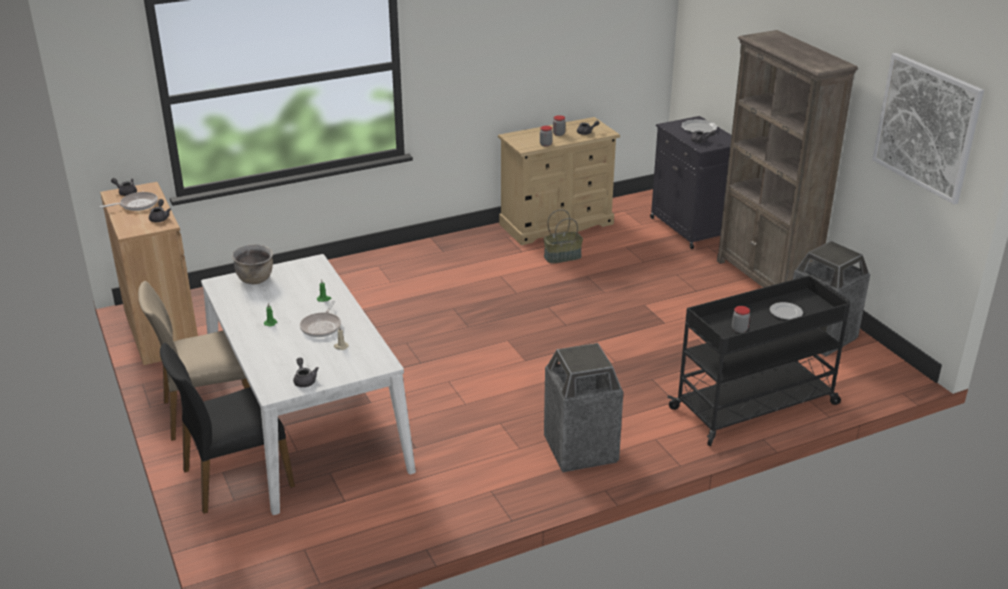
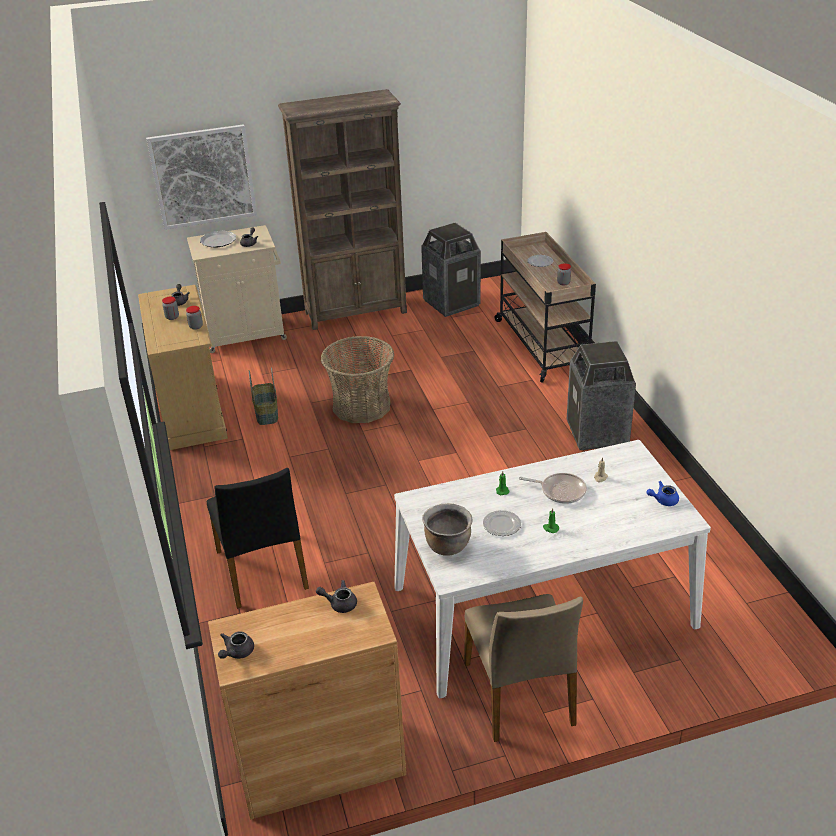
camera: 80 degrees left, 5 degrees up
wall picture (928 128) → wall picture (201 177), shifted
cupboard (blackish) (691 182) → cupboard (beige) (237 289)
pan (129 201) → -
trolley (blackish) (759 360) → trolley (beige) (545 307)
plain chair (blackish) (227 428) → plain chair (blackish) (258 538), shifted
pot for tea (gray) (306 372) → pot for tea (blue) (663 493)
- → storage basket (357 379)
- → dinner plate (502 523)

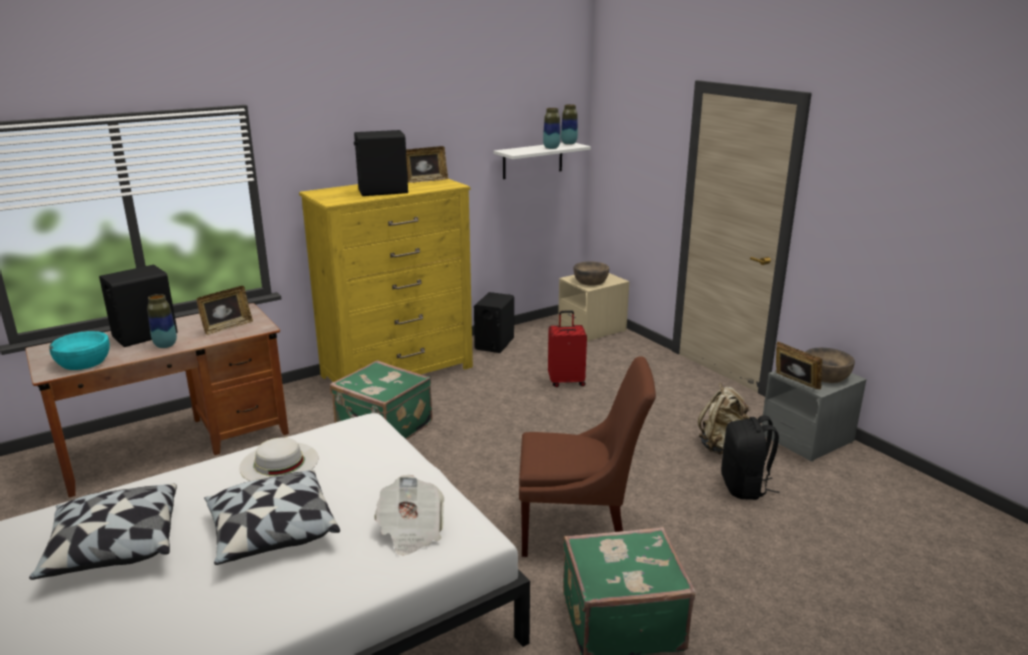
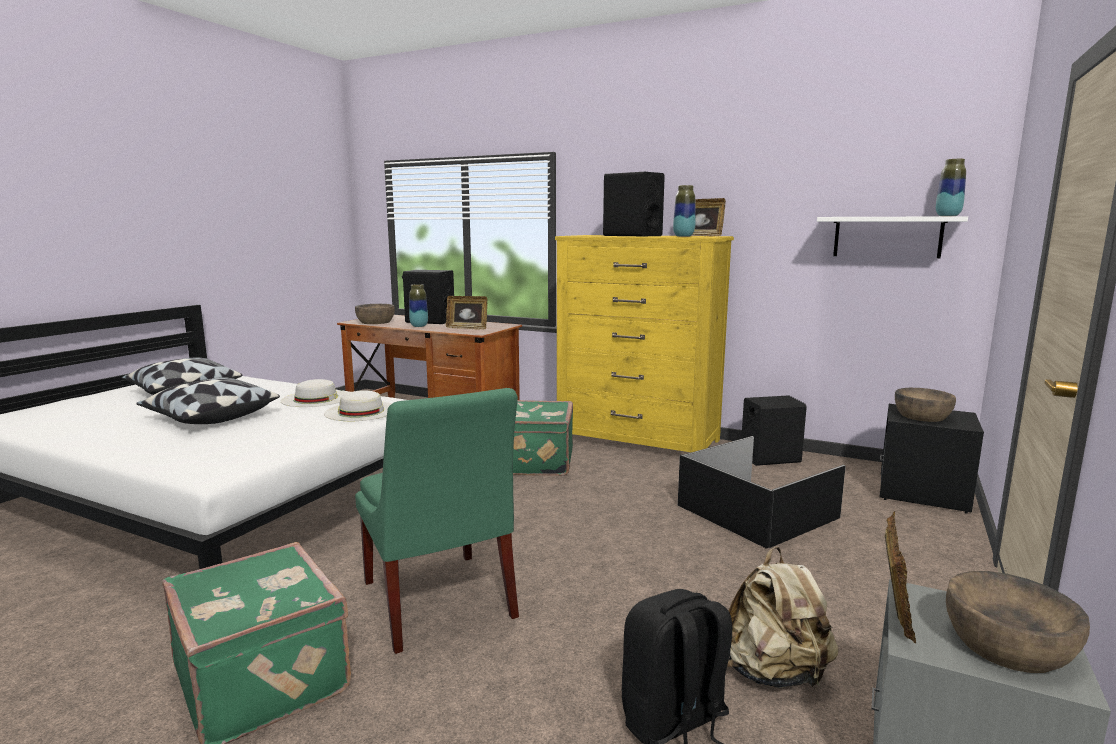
camera: 60 degrees right, 10 degrees down
flower vase (551 128) → flower vase (684 211), shifted
bedside table (beige) (594 307) → bedside table (blackish) (931 458)
piece of luggage (red) (567 348) → storage container (blackish) (762 492)
bowl (turquoise-coloured) (79 350) → bowl (brown-coloured) (375 314)
plain chair (brown-coloured) (587 456) → plain chair (greenish) (437 521)
printed paper (409 515) → -
- → wearable hat (white-coloured) (358 405)

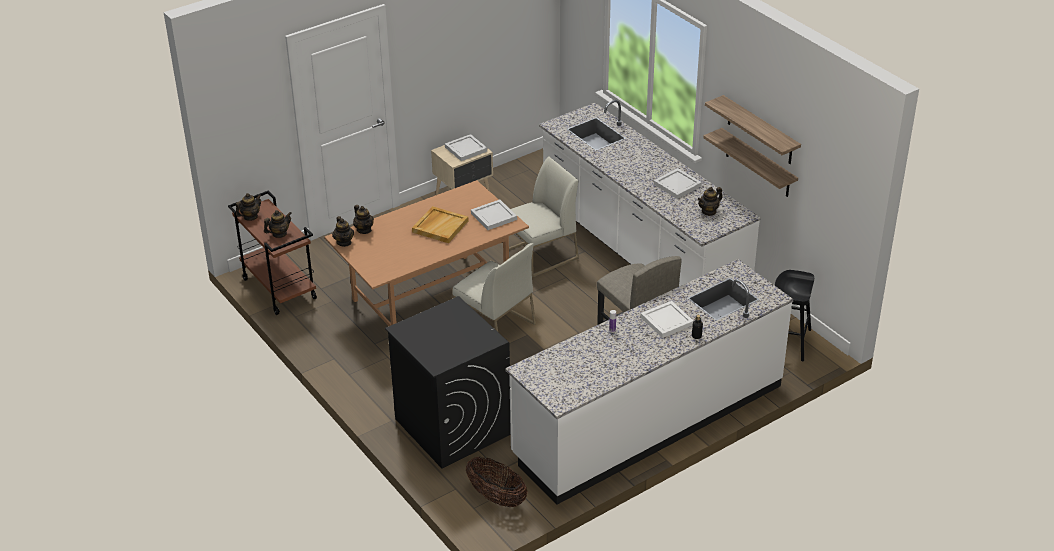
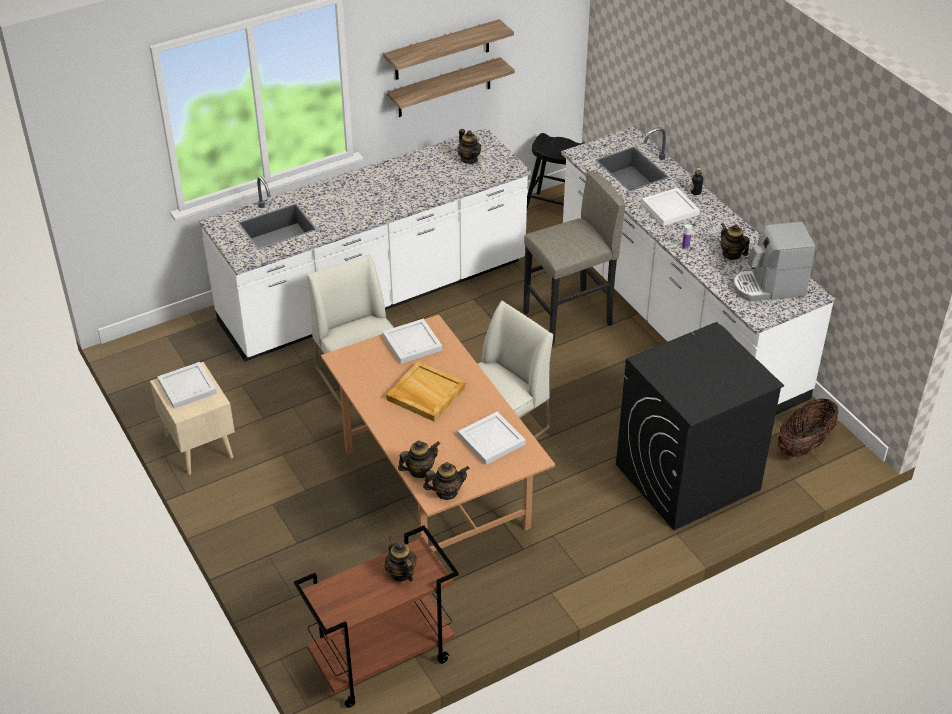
camera: 85 degrees left, 5 degrees up
tray (white-coloured) (678 183) → tray (white-coloured) (492 438), shifted
pot for tea (249 207) → pot for tea (735 241), shifted
- → coffee maker (774 261)

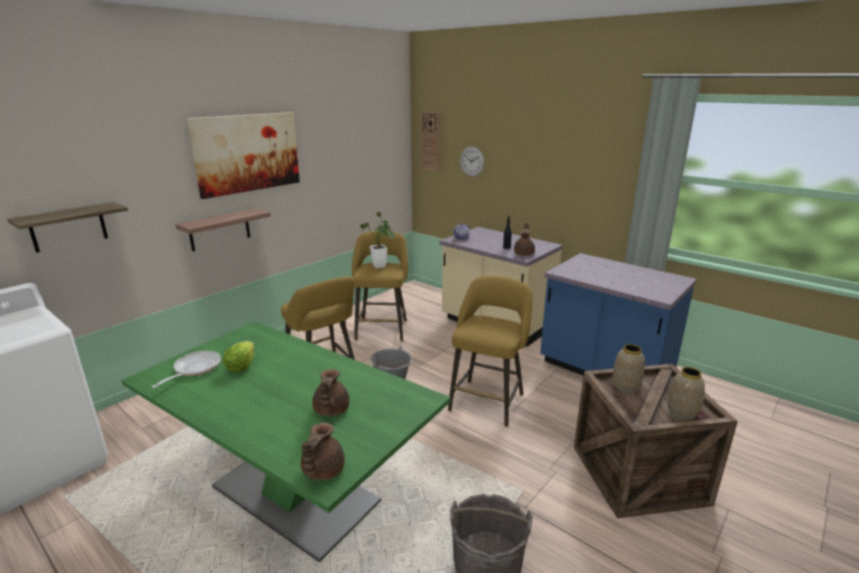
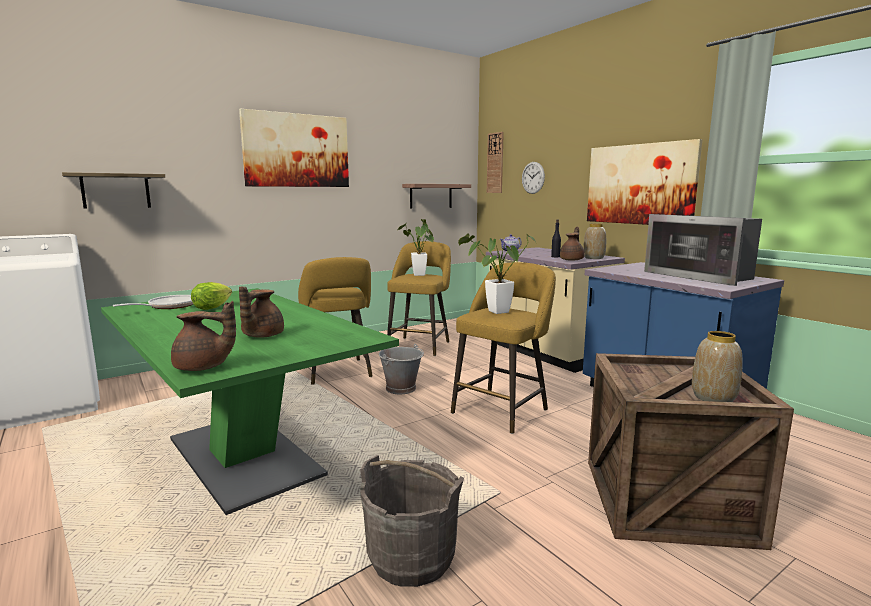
camera: 15 degrees right, 10 degrees down
shelf (223 229) → shelf (436 196), shifted
flower vase (628 368) → flower vase (594 241), shifted
pot for tea (brown-coloured) (323 452) → pot for tea (brown-coloured) (203 336), 120 degrees counterclockwise
- → wall picture (644 182)
- → microwave oven (703 250)
- → plant in a pot (497 273)

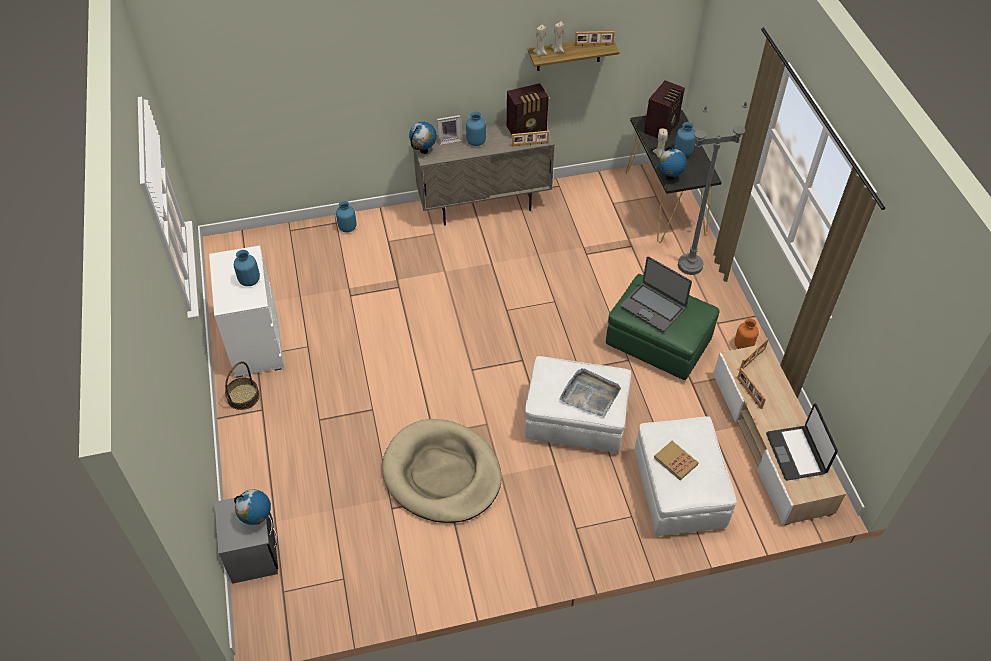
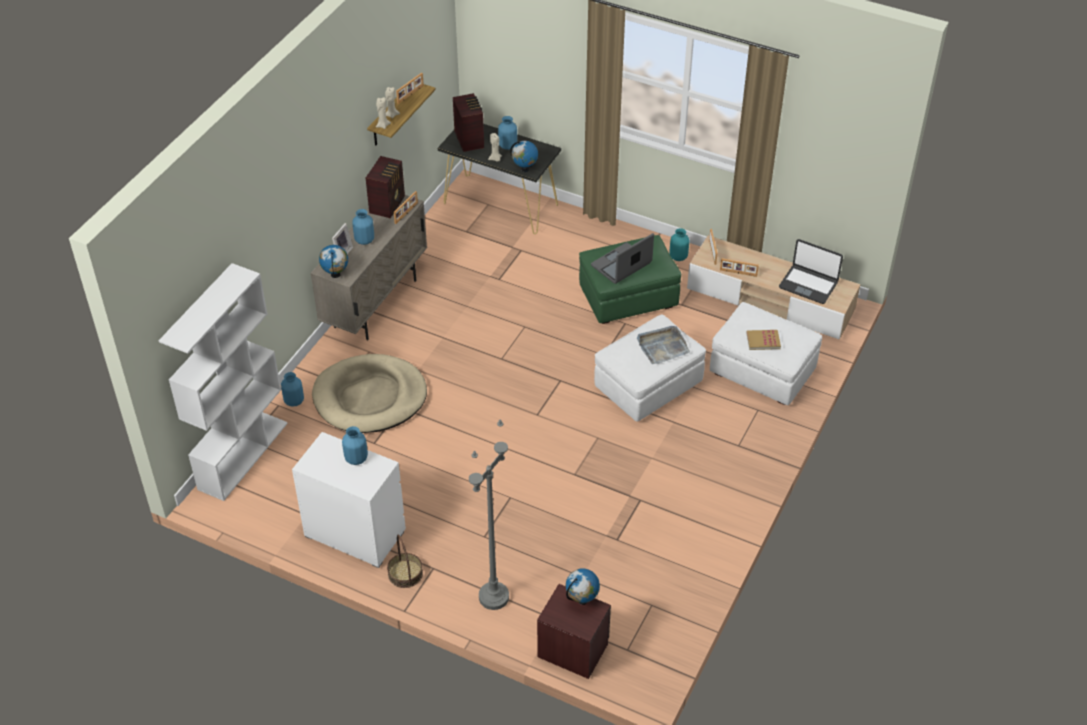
camera: 50 degrees left, 5 degrees down
standing lamp (gray) (713 188) → standing lamp (gray) (489 514), shifted
portable computer (656 294) → portable computer (622 258), 150 degrees clockwise
flower vase (orangey) (746 333) → flower vase (turquoise-coloured) (679 244)
dog cushion (beige) (442 471) → dog cushion (beige) (369 393), shifted
bedside table (gray) (246 541) → bedside table (brown-coloured) (574 631)
- → shelving unit (white-coloured) (223 382)

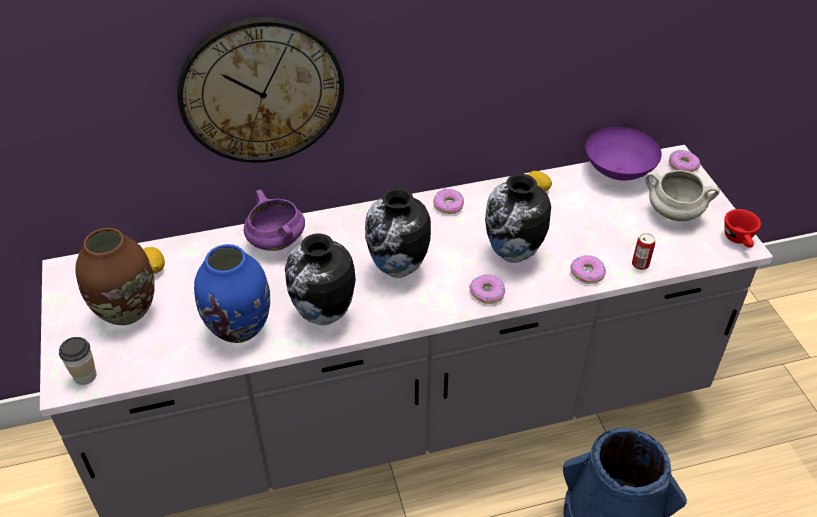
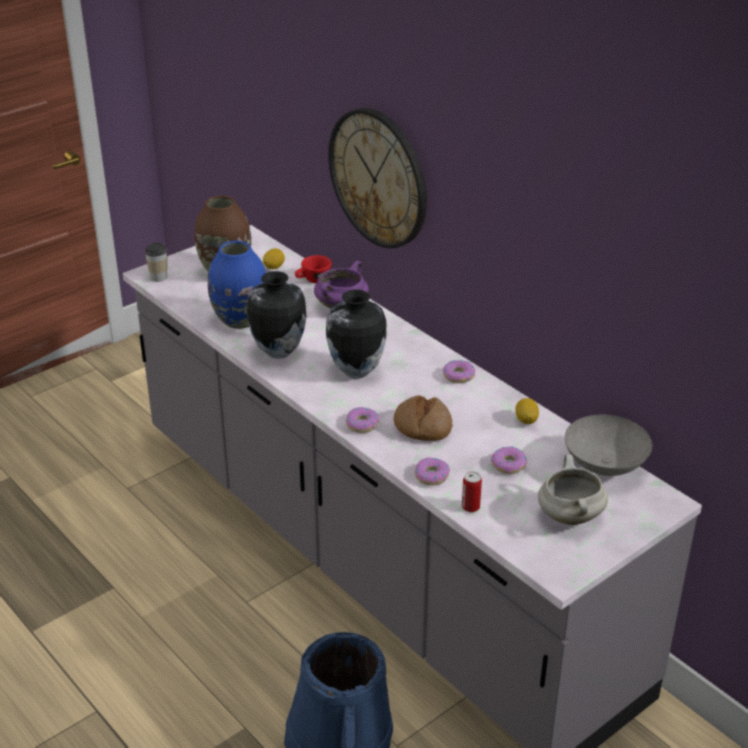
camera: 65 degrees right, 10 degrees down
bowl (purple-coloured) (624 153) → bowl (gray) (608 445)
ring doughnut (684 161) → ring doughnut (509 460), shifted
flower vase (518 218) → bakery bread (423 418)
drinking cup (red) (742 228) → drinking cup (red) (313 269), shifted

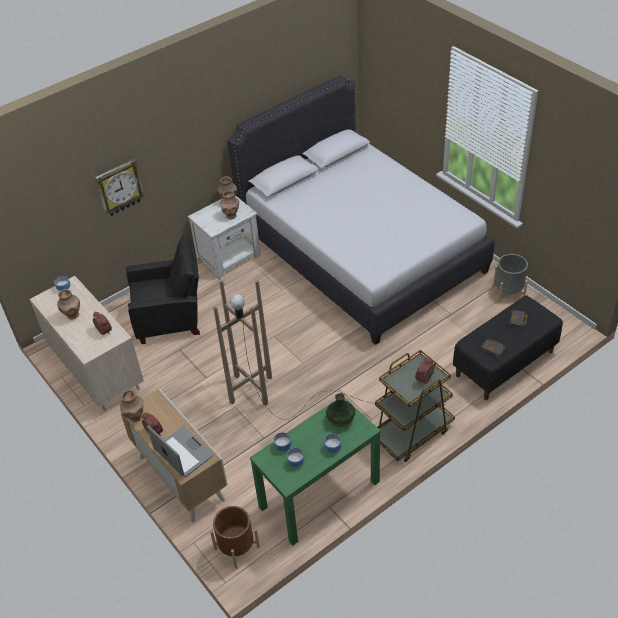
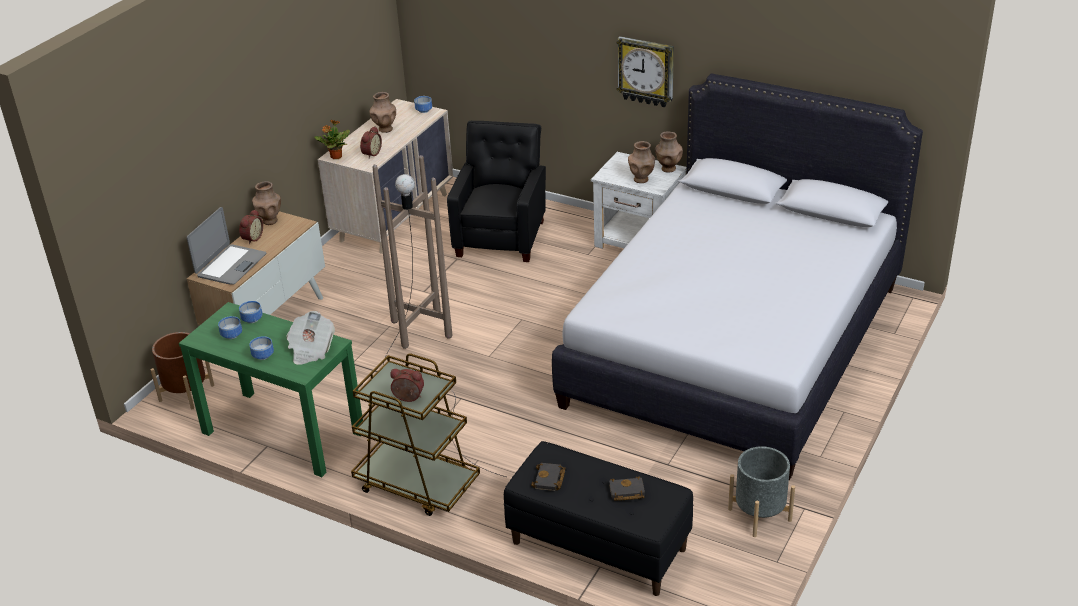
camera: 65 degrees right, 10 degrees down
clock on the wall (119 187) → clock on the wall (645 71), shifted
armchair (blackish) (163 290) → armchair (blackish) (496 191), 135 degrees counterclockwise
flower vase (340 410) → printed paper (310 338)
- → plant in a pot (332 139)

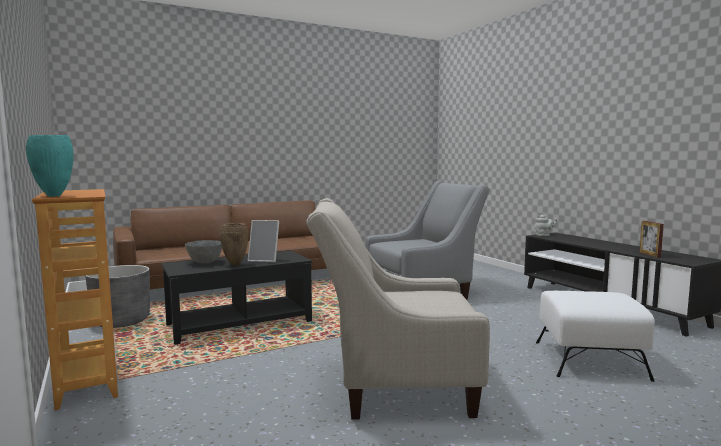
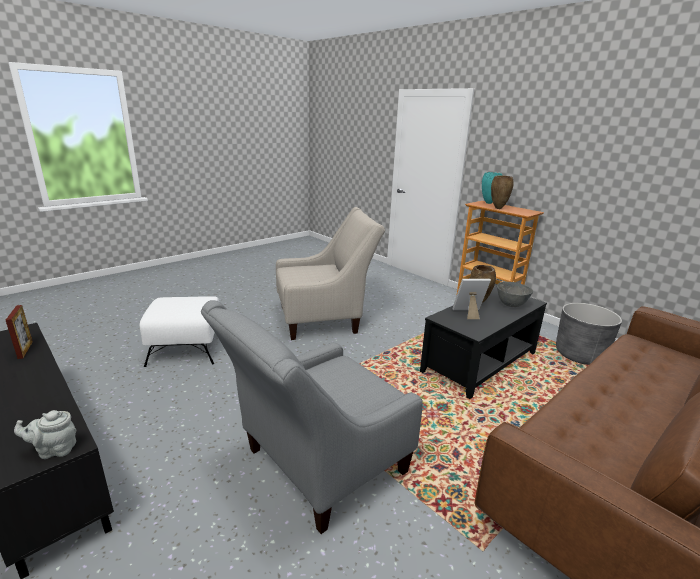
camera: 165 degrees right, 15 degrees up
- → flower vase (brown-coloured) (502 192)

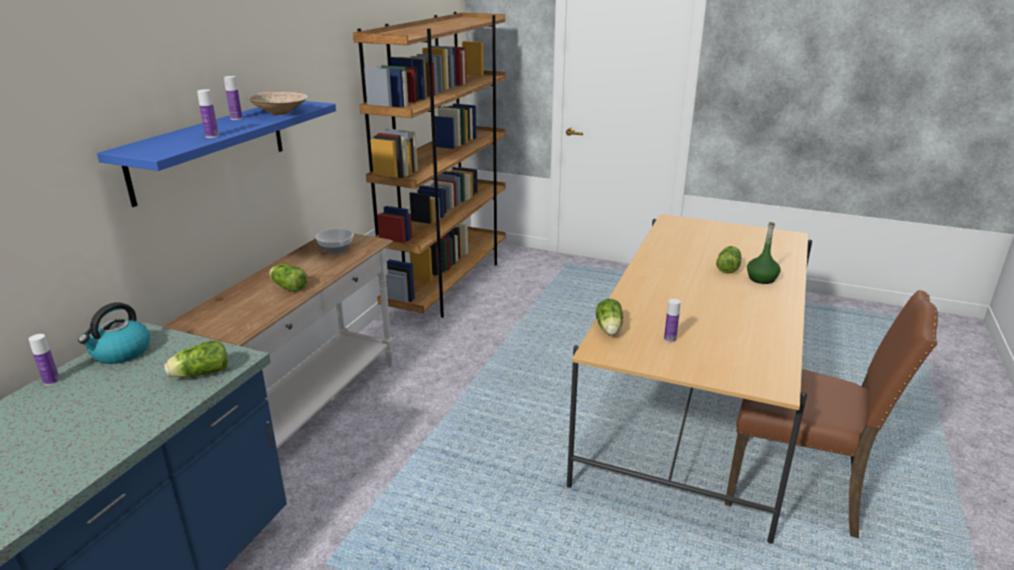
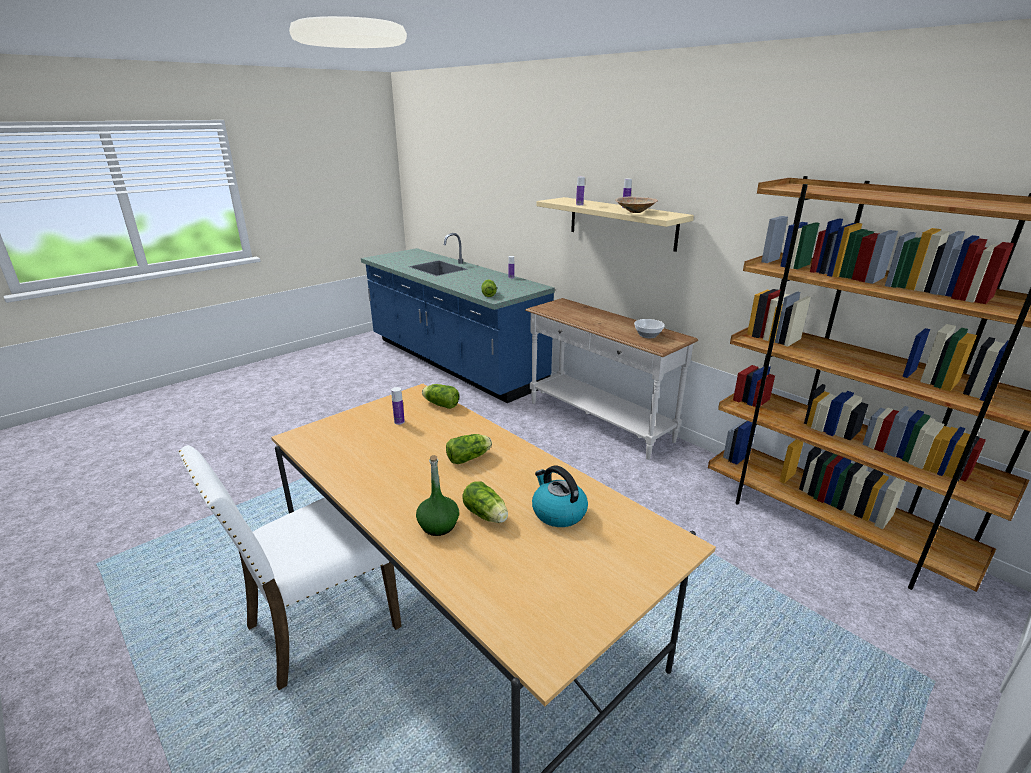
camera: 115 degrees right, 0 degrees up
shelf (blue) (216 154) → shelf (beige) (615 224)
lettuce head (288 278) → lettuce head (469 449), shifted
plain chair (brown-coloured) (831 414) → plain chair (white-coloured) (290 567)
water kettle (114 333) → water kettle (560 496), shifted

